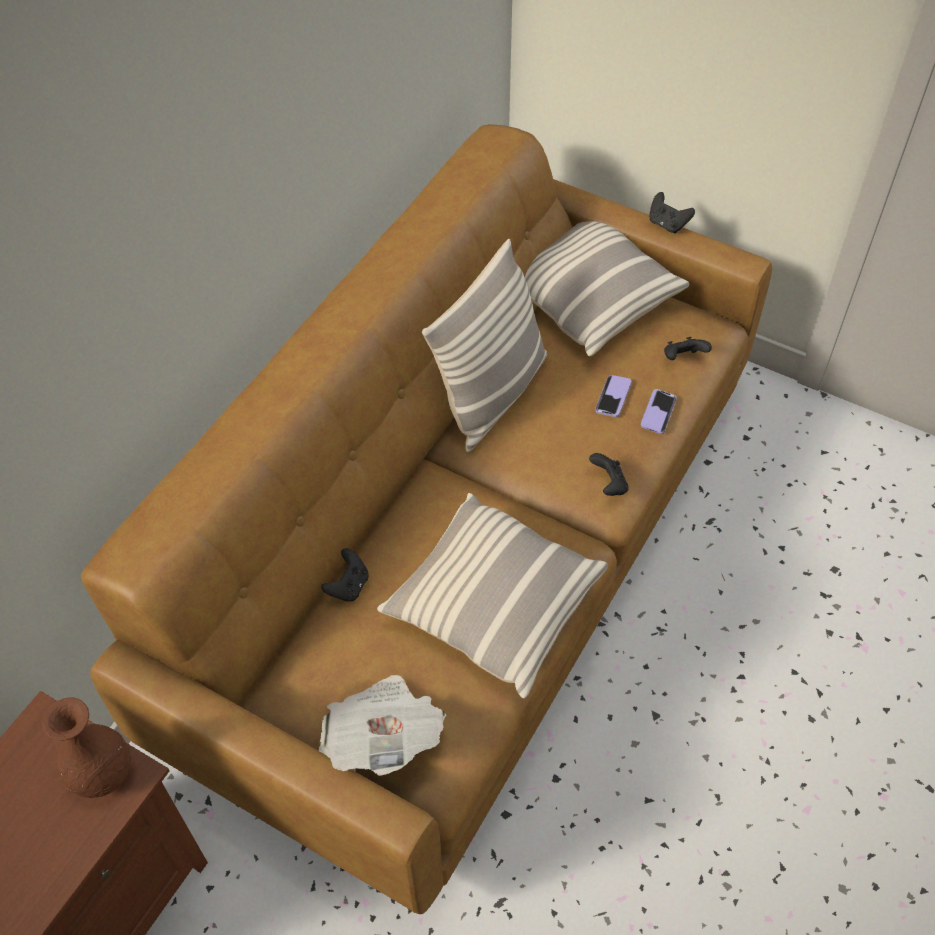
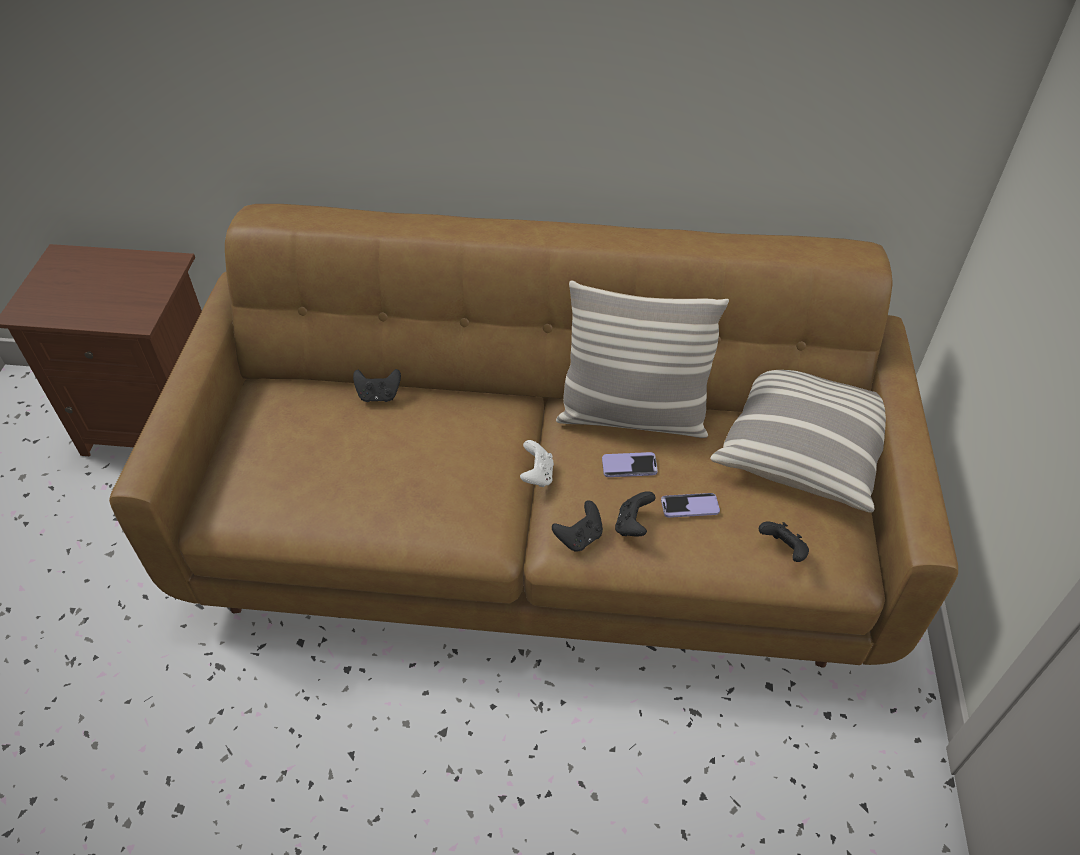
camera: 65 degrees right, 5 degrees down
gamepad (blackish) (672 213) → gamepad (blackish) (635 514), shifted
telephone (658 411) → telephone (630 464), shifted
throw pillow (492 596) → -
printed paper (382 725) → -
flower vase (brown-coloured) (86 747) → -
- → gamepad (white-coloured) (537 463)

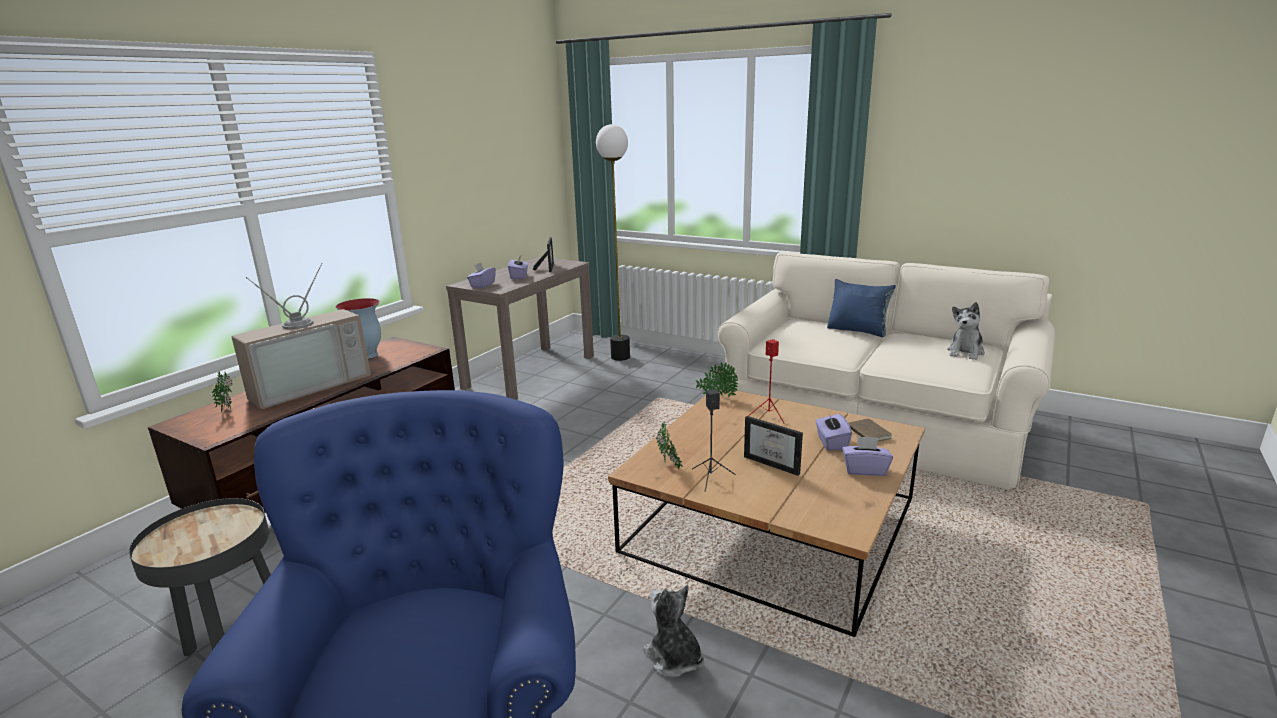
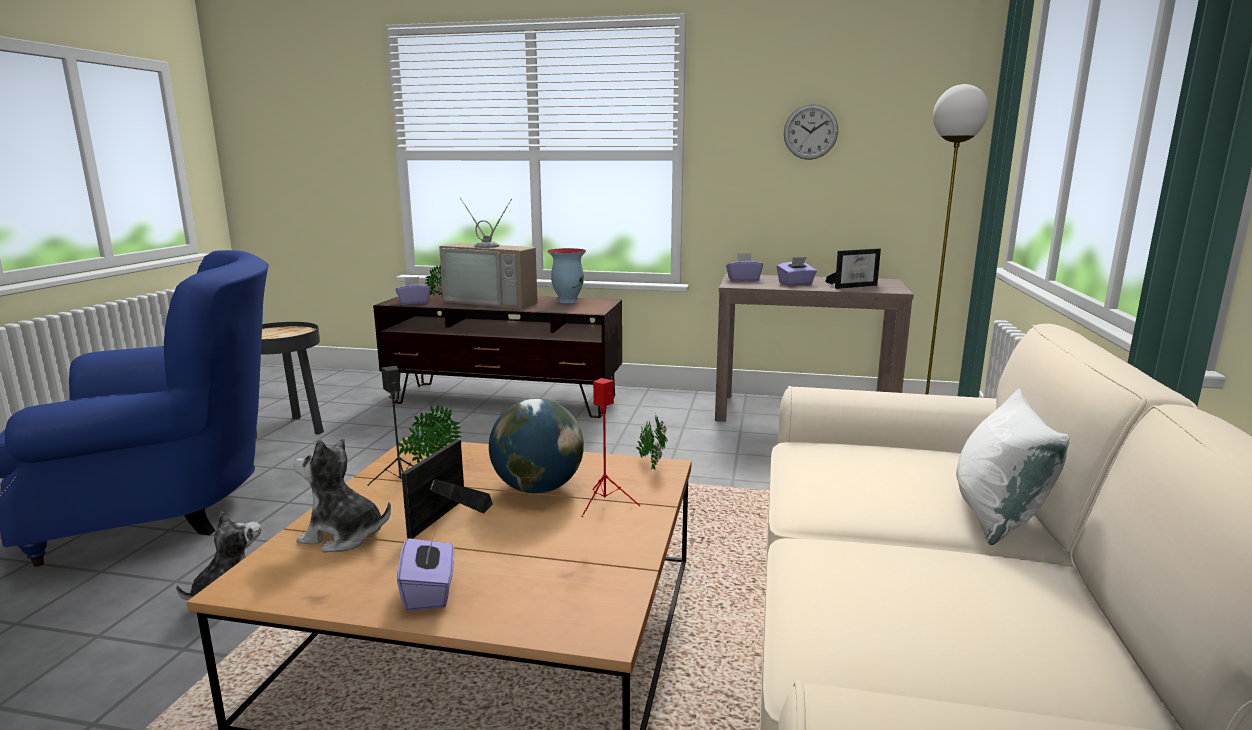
camera: 70 degrees right, 5 degrees down
throw pillow (blue) (861 308) → throw pillow (white-coloured) (1013 467)
cuddly toy (966 331) → cuddly toy (342 495), shifted
tissue box (purple-coloured) (833 432) → tissue box (purple-coloured) (413 291), shifted
volume (brown-coloured) (870 430) → -
- → clock on the wall (811 132)
- → world globe (536 446)

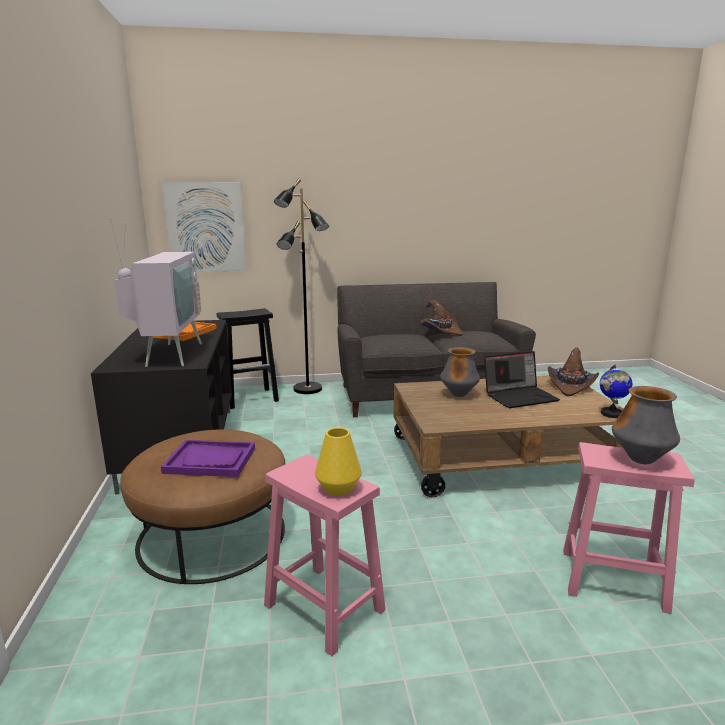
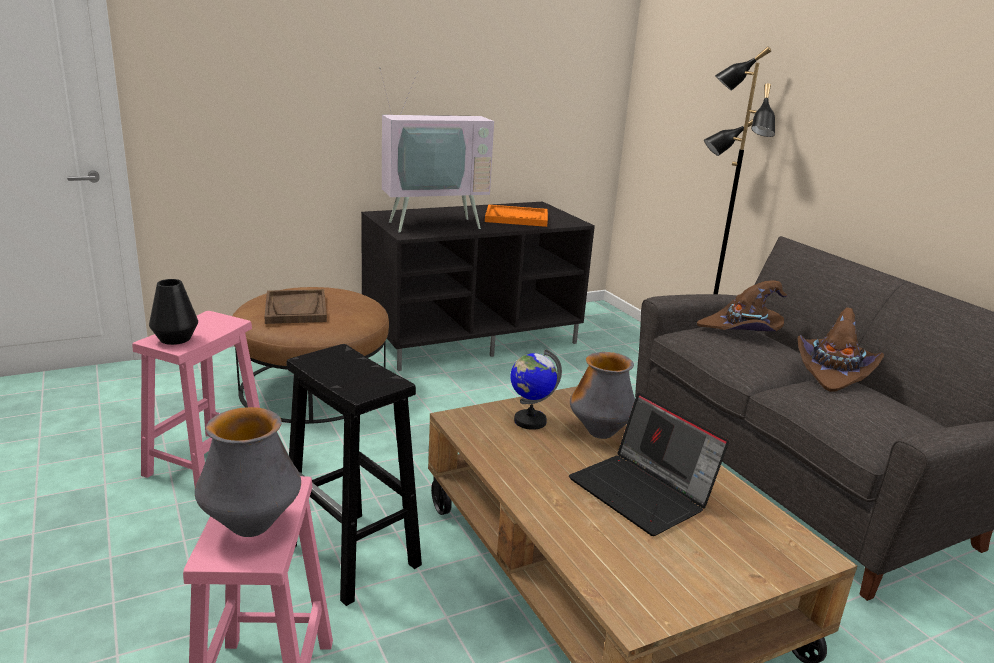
camera: 70 degrees right, 5 degrees up
wall picture (204 227) → -
stool (blackish) (248 358) → stool (blackish) (354 475), shifted
wearable hat (brown-coloured) (573 371) → wearable hat (brown-coloured) (742 305), shifted
world globe (616 391) → world globe (536 389), shifted
flower vase (yellow-coloured) (338 462) → flower vase (blackish) (173 312)
tray (purple-coloured) (208 458) → tray (brown-coloured) (295 306)

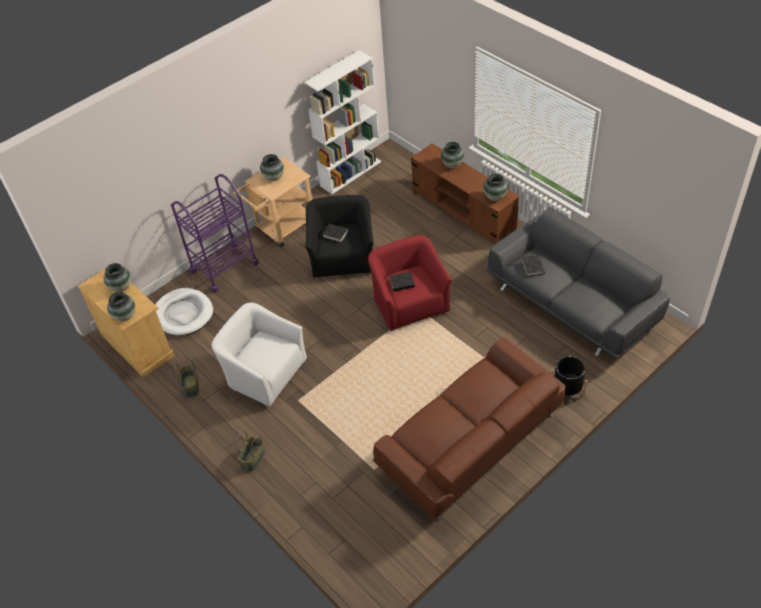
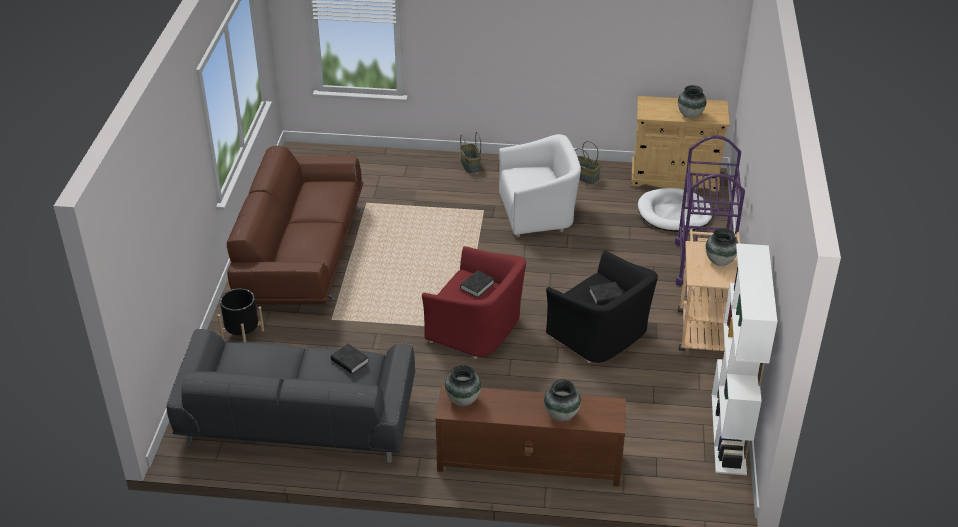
camera: 135 degrees right, 10 degrees down
flower vase (121 307) → -

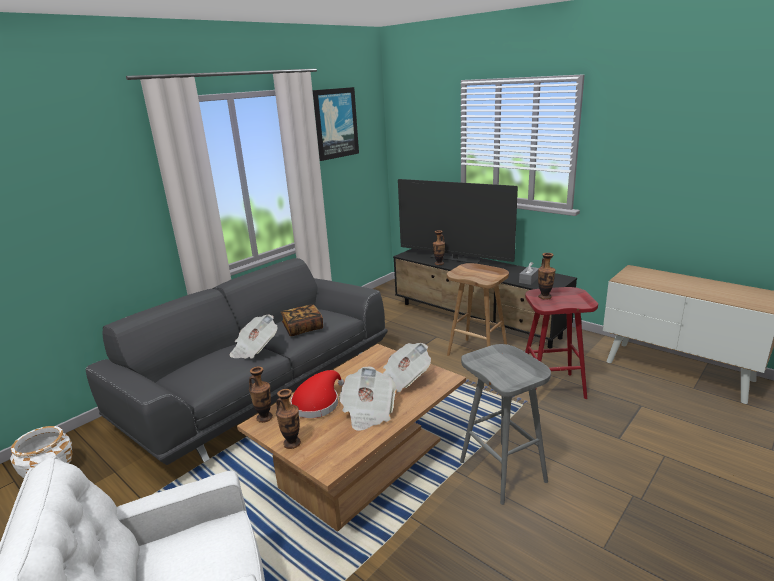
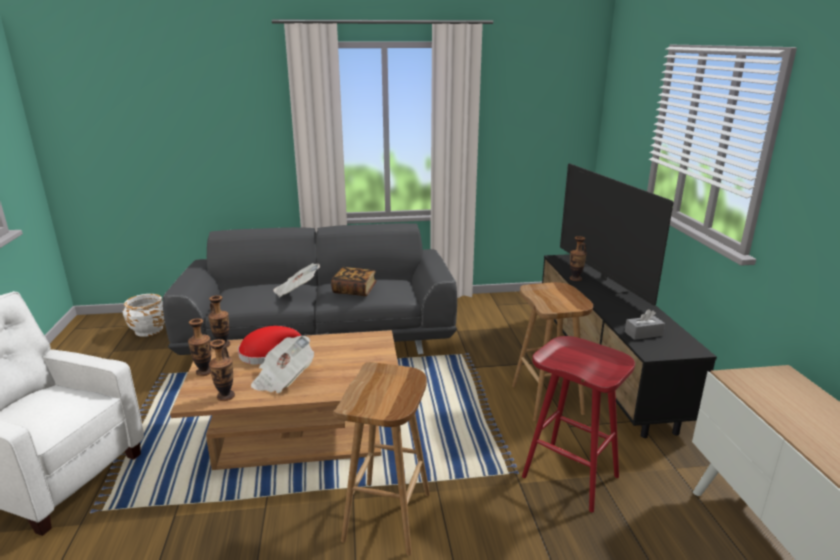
camera: 40 degrees right, 0 degrees up
wall picture (336 124) → -
flower vase (547 276) → flower vase (222 370), shifted
printed paper (407 367) → -
stool (gray) (505 424) → stool (brown-coloured) (381 459)

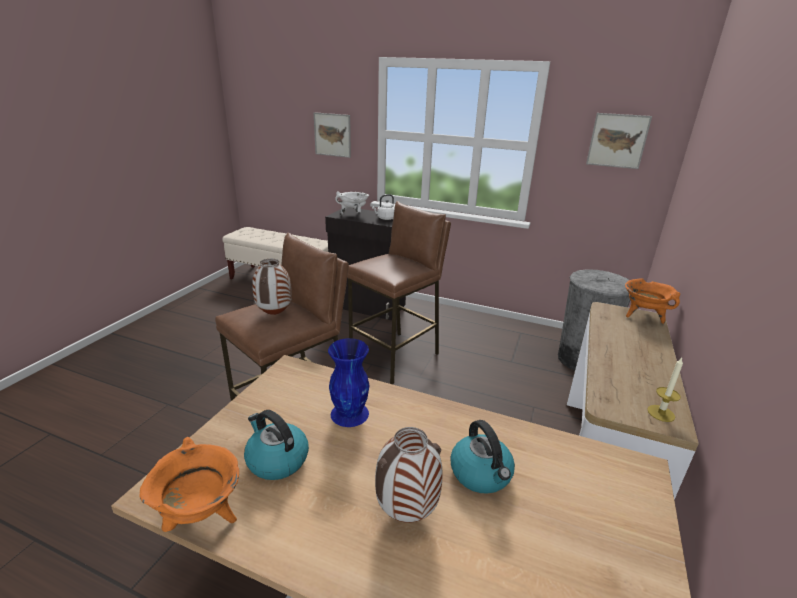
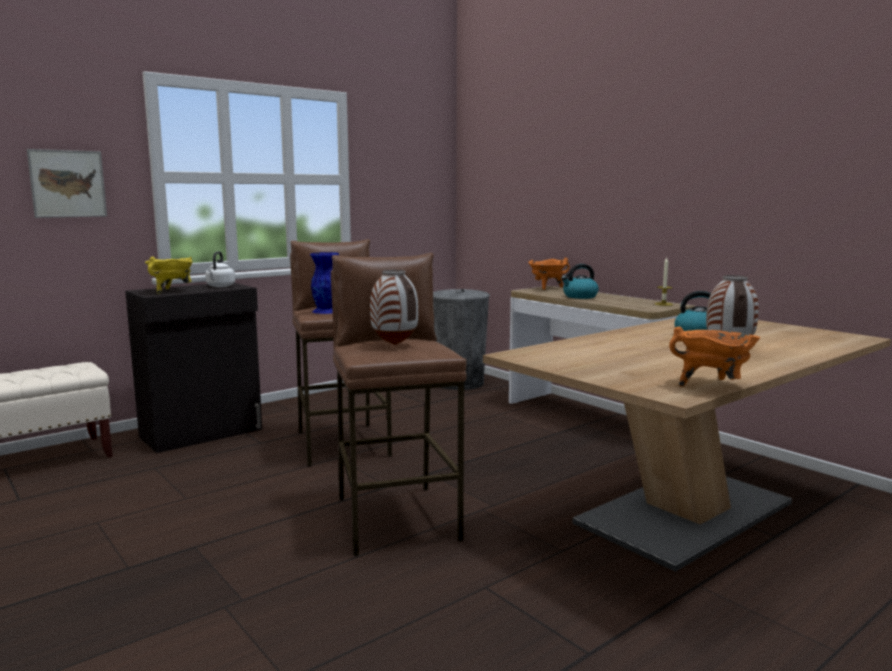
camera: 60 degrees left, 15 degrees down
wall picture (619 141) → -
stockpot (white-coloured) (352 203) → stockpot (yellow-coloured) (169 275)
flower vase (blue) (348 382) → flower vase (blue) (324 283), shifted
water kettle (276 445) → water kettle (580 281), shifted

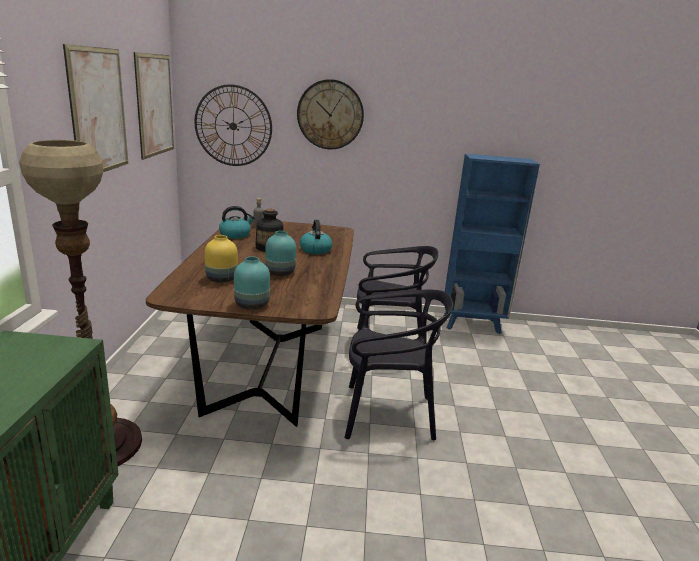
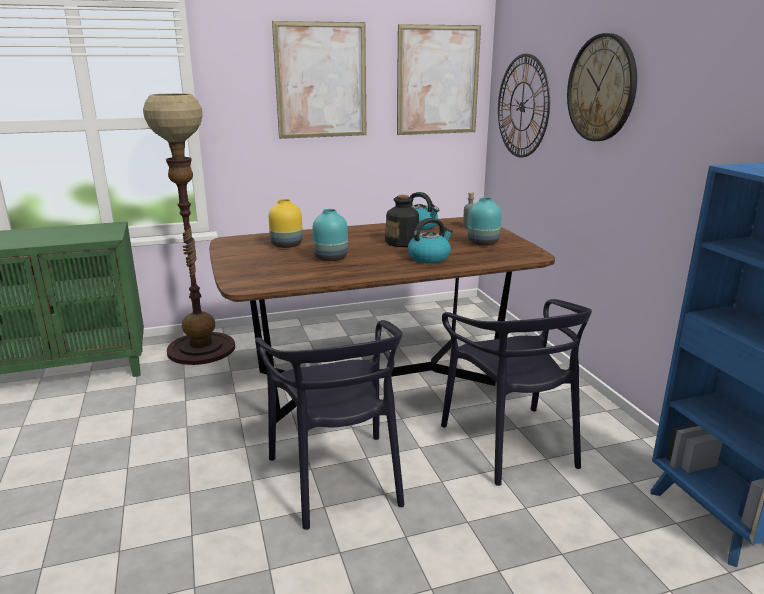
camera: 70 degrees right, 0 degrees up
flower vase (turquoise-coloured) (252 283) → flower vase (turquoise-coloured) (484 221), shifted

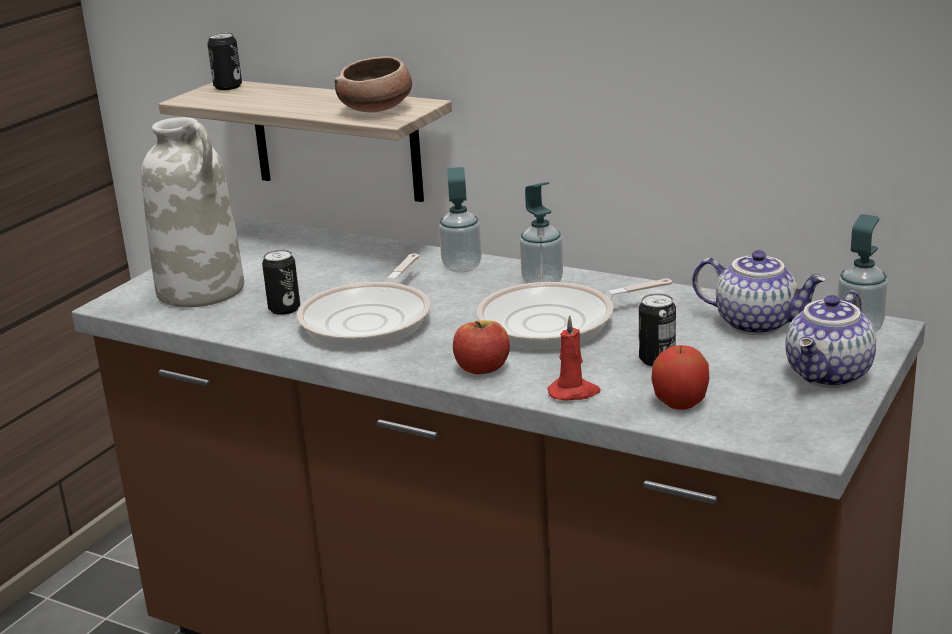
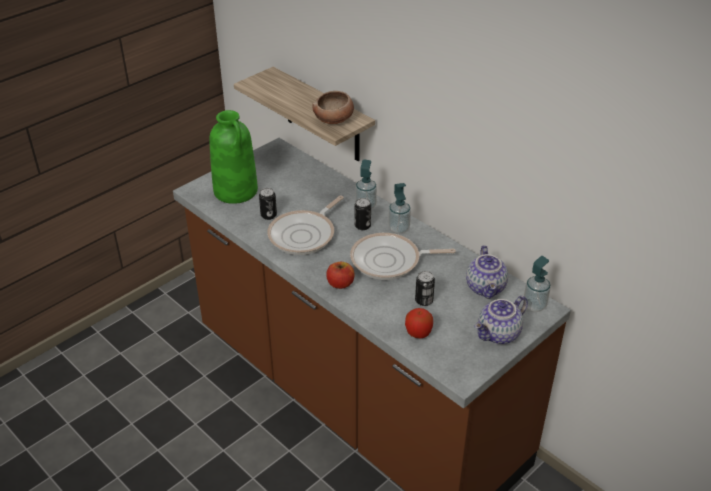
camera: 15 degrees right, 15 degrees up
sealed can (224 61) → sealed can (363 214), shifted
flower vase (white-coloured) (192 212) → flower vase (greenish) (233 157)
pot for tea (759 292) → pot for tea (487 272), 45 degrees clockwise
candle (red) (573 358) → -

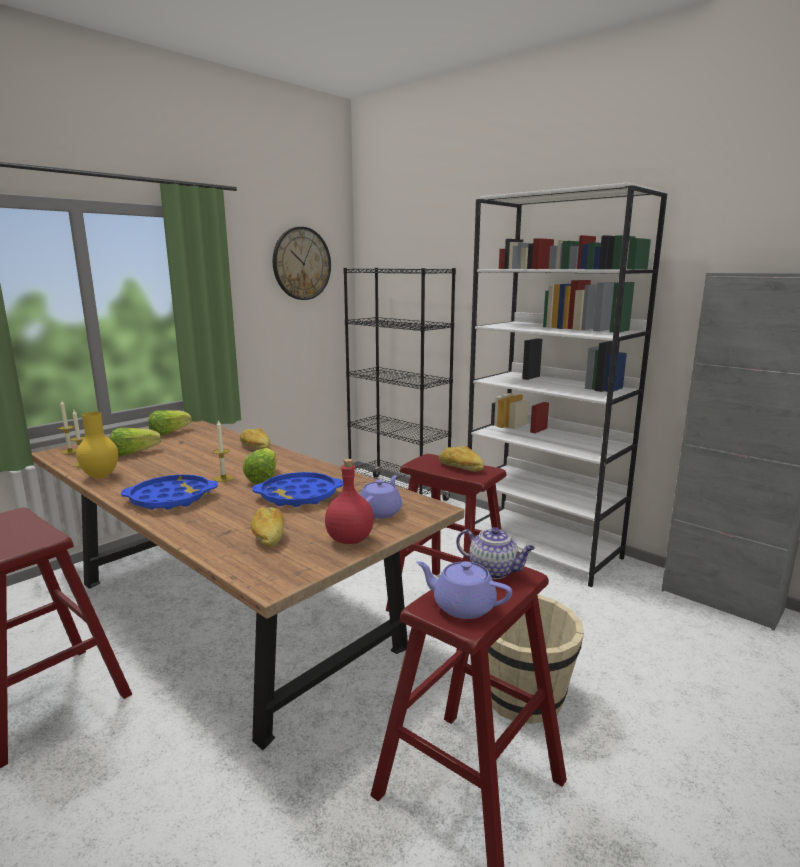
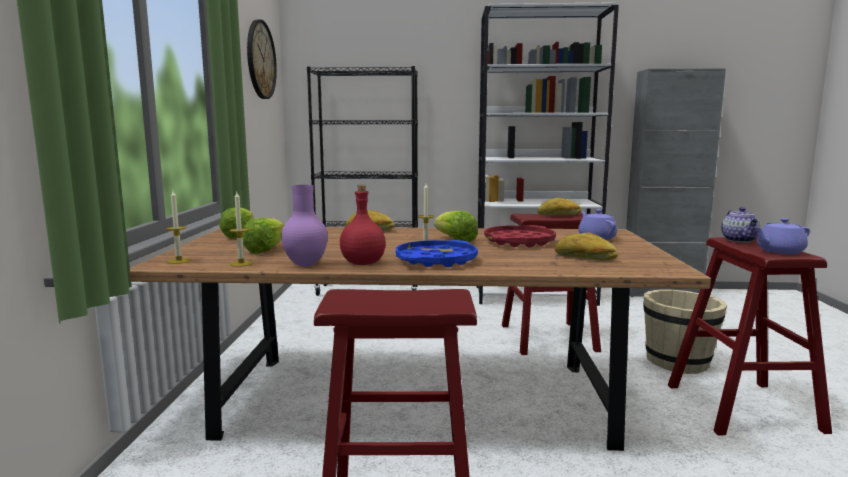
camera: 40 degrees left, 5 degrees down
flower vase (yellow-coloured) (97 445) → flower vase (purple-coloured) (304 226)
bottle (red) (349 501) → bottle (red) (363 225), shifted
tray (blue) (297 489) → tray (red) (520 236)
pot for tea (495 553) → pot for tea (741 225), 105 degrees clockwise

